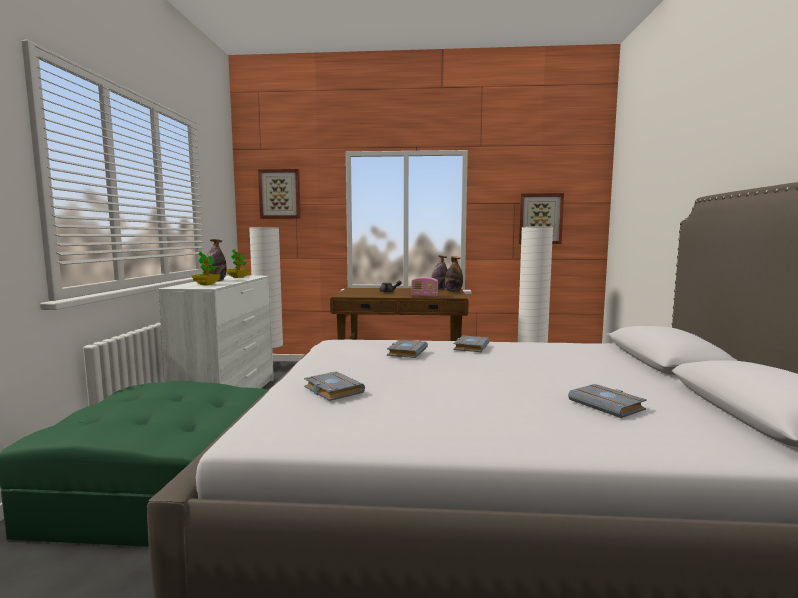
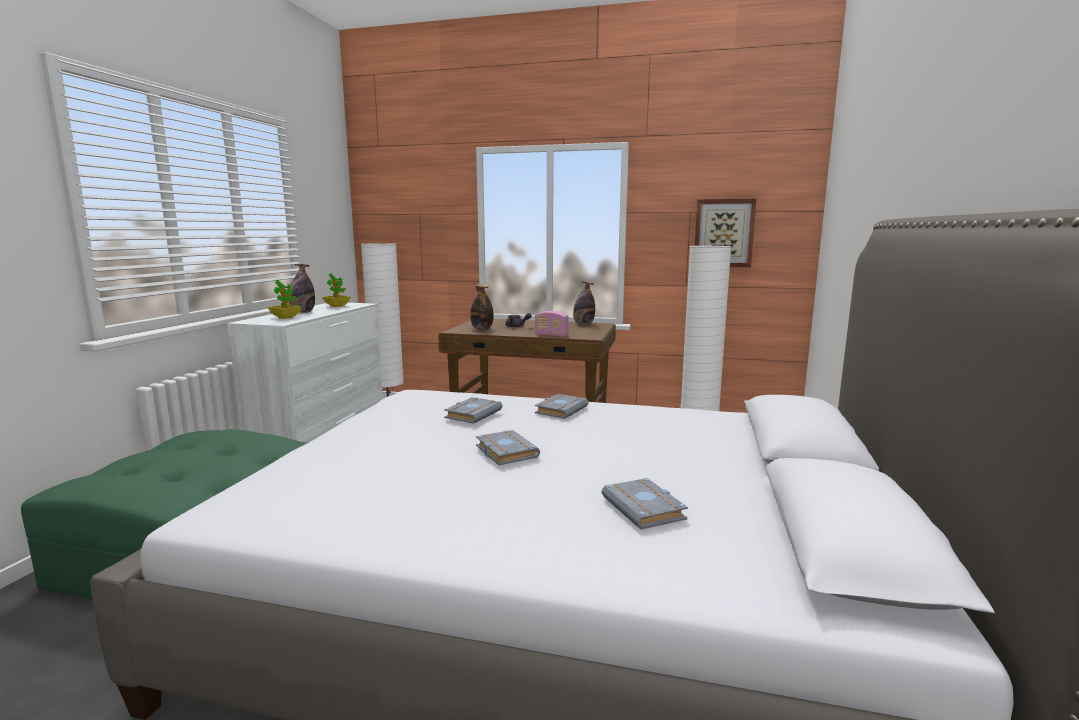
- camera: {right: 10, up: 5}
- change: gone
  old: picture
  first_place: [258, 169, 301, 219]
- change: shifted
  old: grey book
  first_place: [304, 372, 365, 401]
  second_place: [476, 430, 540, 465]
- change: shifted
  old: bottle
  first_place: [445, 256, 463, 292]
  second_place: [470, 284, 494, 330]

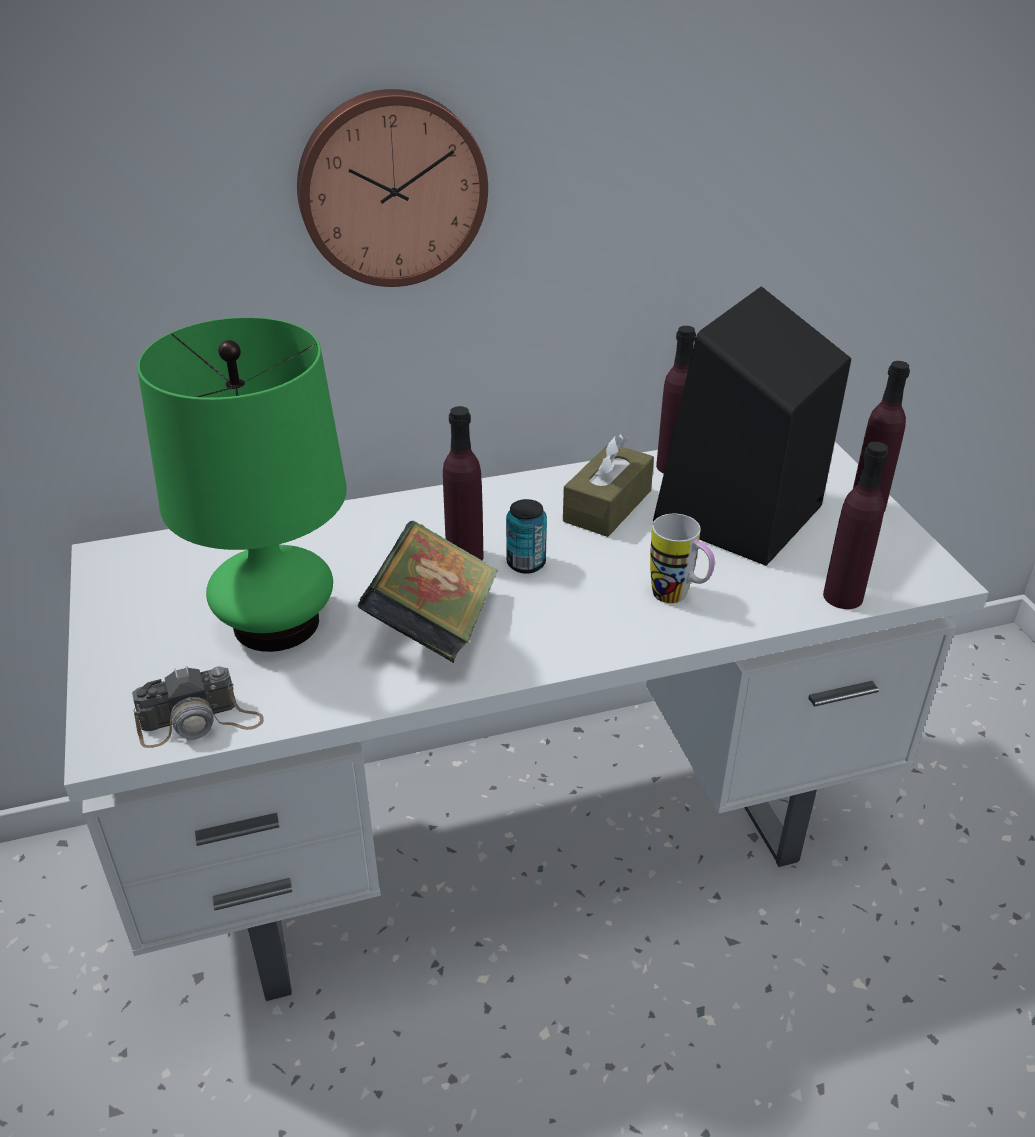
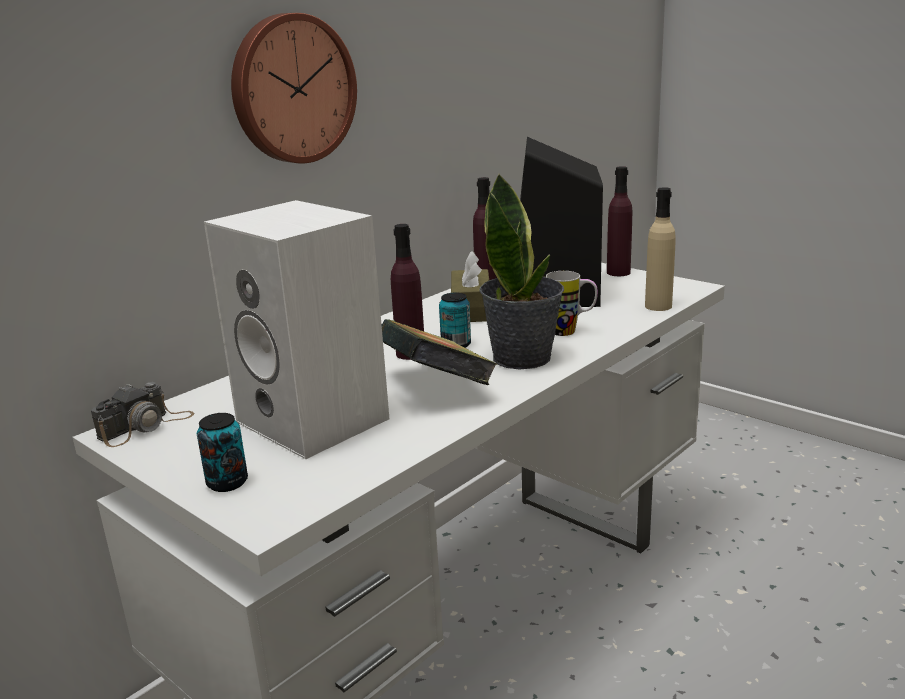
- camera: {right: -30, up: -15}
- change: shifted
  old: photo camera
  first_place: [132, 666, 264, 748]
  second_place: [91, 382, 194, 447]
- change: swapped
  old: green table lamp
  new: white speaker
  first_place: [137, 317, 347, 652]
  second_place: [204, 200, 389, 459]
- change: repainted
  old: purple bottle
  new: beige bottle
  first_place: [823, 442, 888, 609]
  second_place: [645, 187, 676, 311]
- change: new
  new: can
  second_place: [197, 413, 248, 492]
- change: new
  new: potted plant
  second_place: [479, 173, 564, 370]

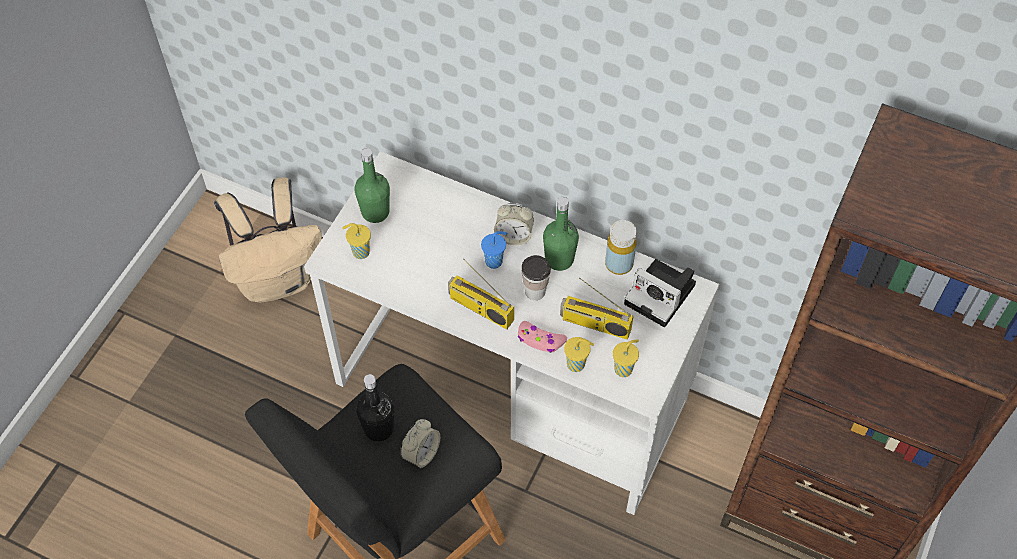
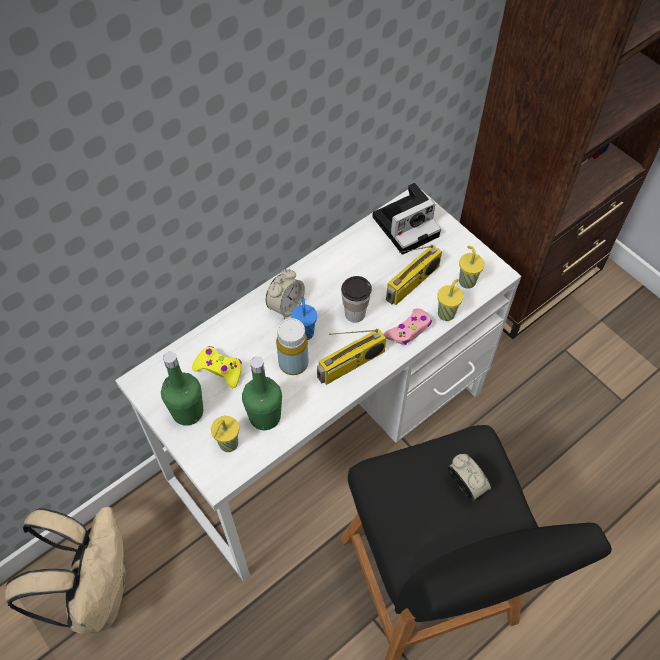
- camera: {right: -65, up: 0}
- change: gone
  old: black bottle
  first_place: [356, 374, 394, 441]
- change: shifted
  old: green bottle
  first_place: [543, 197, 579, 271]
  second_place: [242, 357, 282, 430]
- change: shifted
  old: yellow bottle
  first_place: [605, 220, 637, 275]
  second_place: [276, 318, 309, 375]
- change: new
  new: yellow game controller
  second_place: [192, 346, 242, 388]

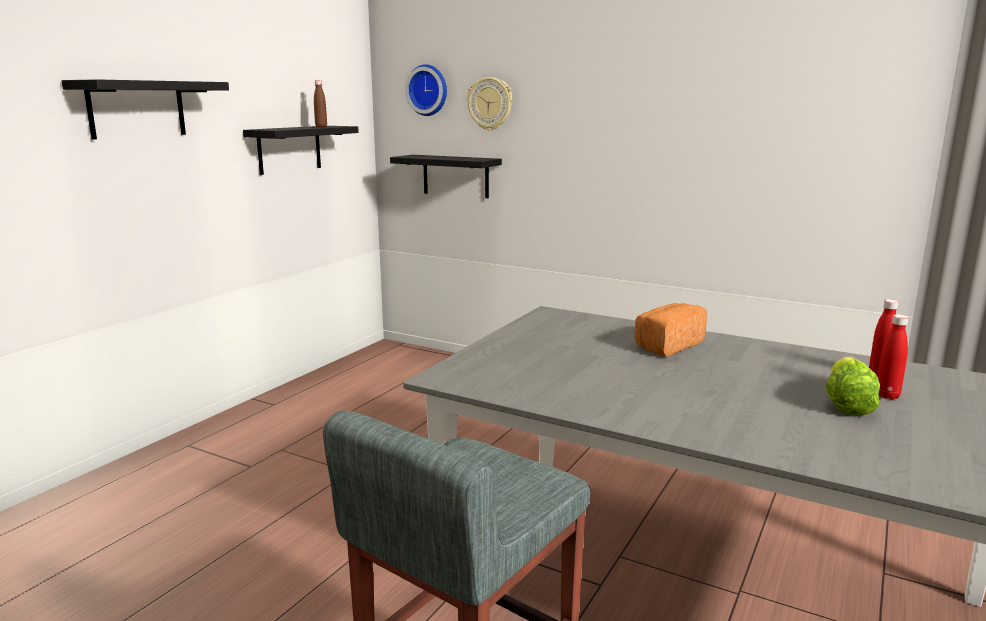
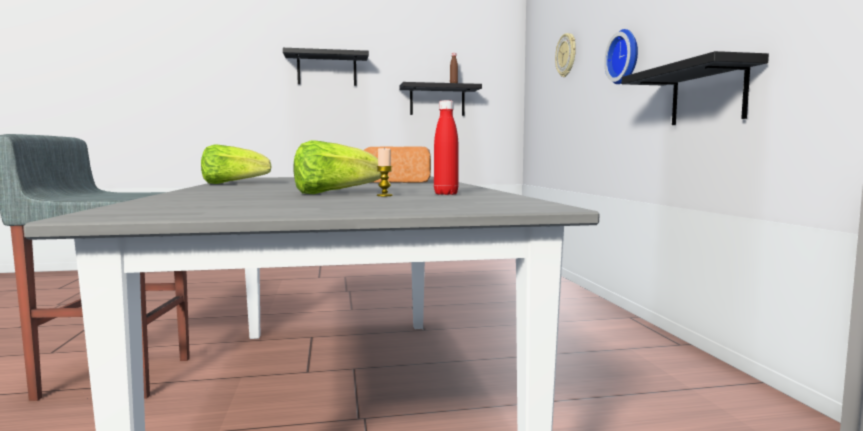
- camera: {right: 50, up: -10}
- change: shifted
  old: black shelf
  first_place: [390, 155, 502, 198]
  second_place: [622, 51, 769, 125]
- change: shifted
  old: wall clock
  first_place: [405, 64, 447, 116]
  second_place: [604, 29, 638, 84]
- change: swapped
  old: red bottle
  new: candle
  first_place: [878, 314, 908, 399]
  second_place: [376, 148, 393, 196]
- change: new
  new: lettuce
  second_place: [201, 144, 272, 184]

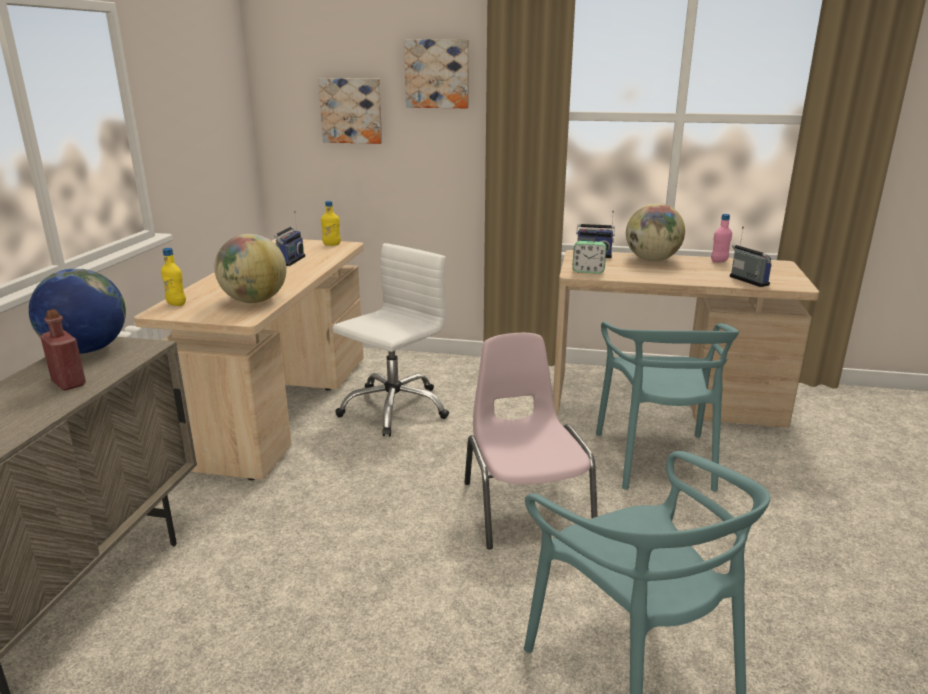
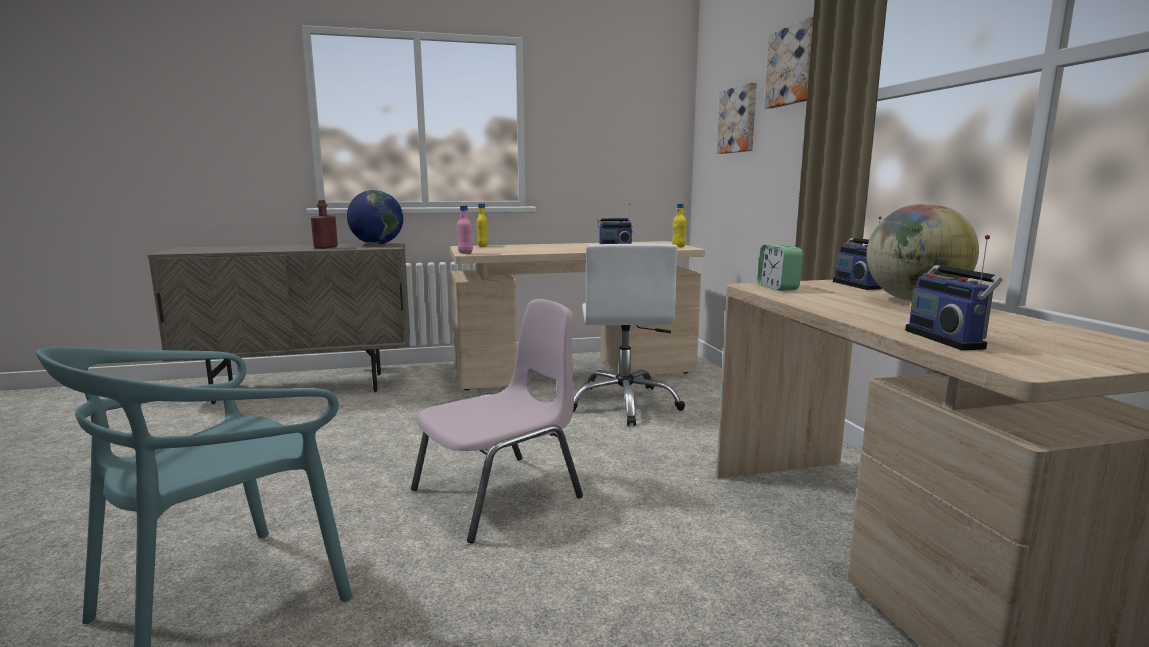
- camera: {right: 65, up: -10}
- change: gone
  old: globe
  first_place: [214, 234, 286, 303]
- change: rotated
  old: white office chair
  first_place: [332, 243, 449, 436]
  second_place: [573, 244, 685, 426]
  degrees: 75
- change: gone
  old: turquoise chair
  first_place: [596, 322, 739, 492]
- change: shifted
  old: pink bottle
  first_place: [711, 214, 732, 263]
  second_place: [457, 205, 473, 254]
- change: rotated
  old: radio
  first_place: [730, 227, 771, 287]
  second_place: [905, 235, 1003, 350]
  degrees: 135

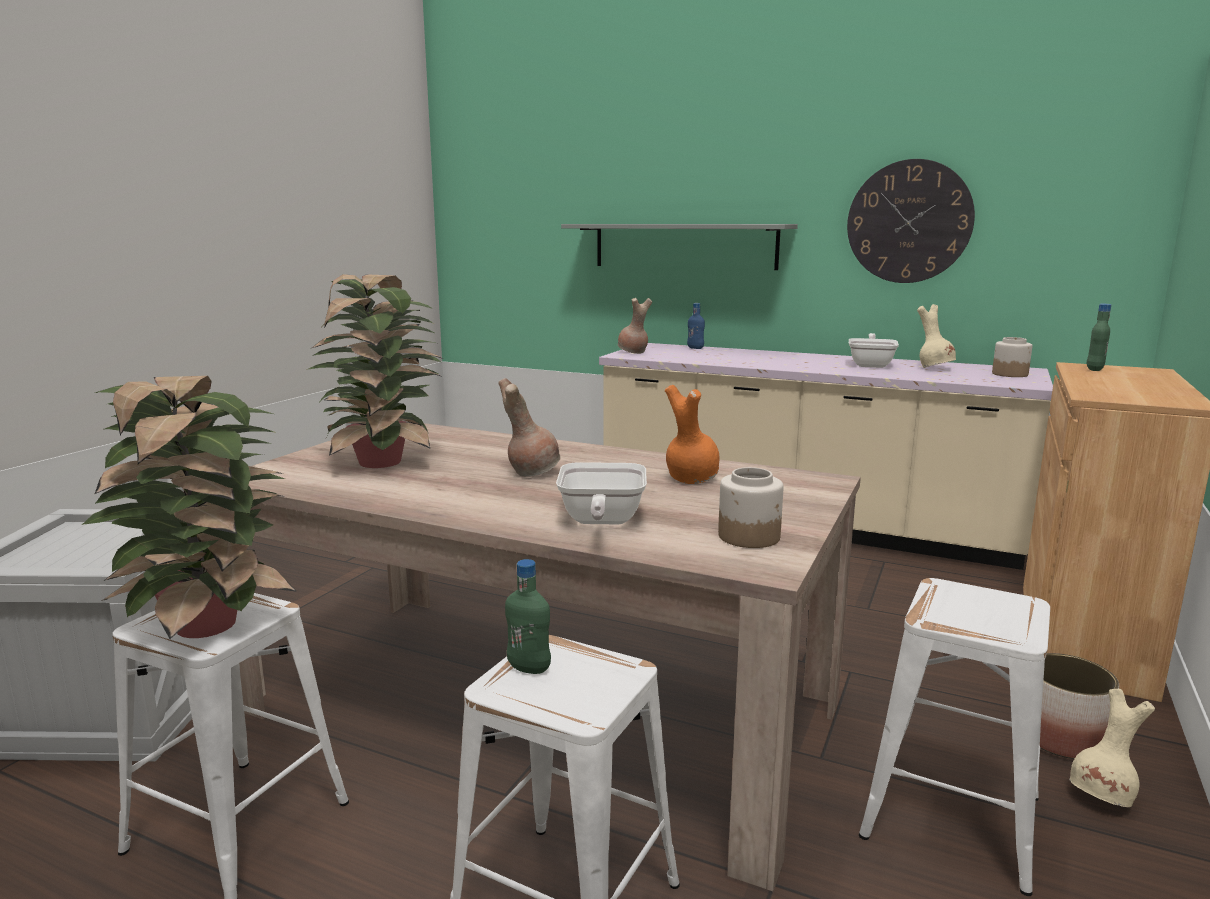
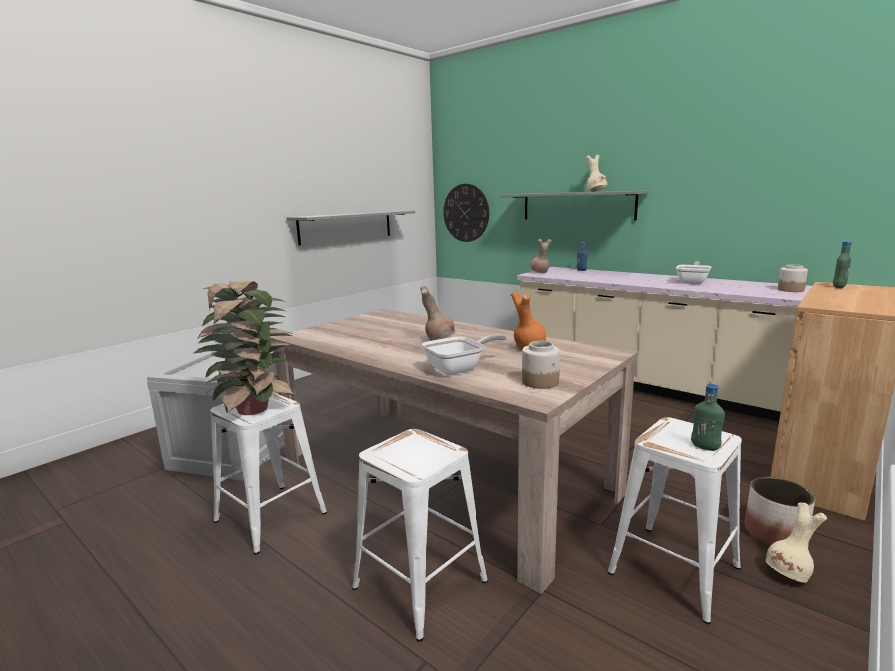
- camera: {right: 15, up: 0}
- change: gone
  old: potted plant
  first_place: [306, 274, 444, 468]
- change: shifted
  old: green bottle
  first_place: [505, 559, 551, 674]
  second_place: [691, 384, 725, 451]
- change: rotated
  old: frying pan
  first_place: [556, 462, 647, 524]
  second_place: [422, 334, 506, 375]
  degrees: -135
- change: shifted
  old: wall clock
  first_place: [847, 159, 975, 283]
  second_place: [443, 184, 489, 242]
- change: shifted
  old: beige vase
  first_place: [917, 304, 956, 368]
  second_place: [586, 155, 608, 192]
- change: new
  new: grey shelf
  second_place: [287, 211, 415, 245]

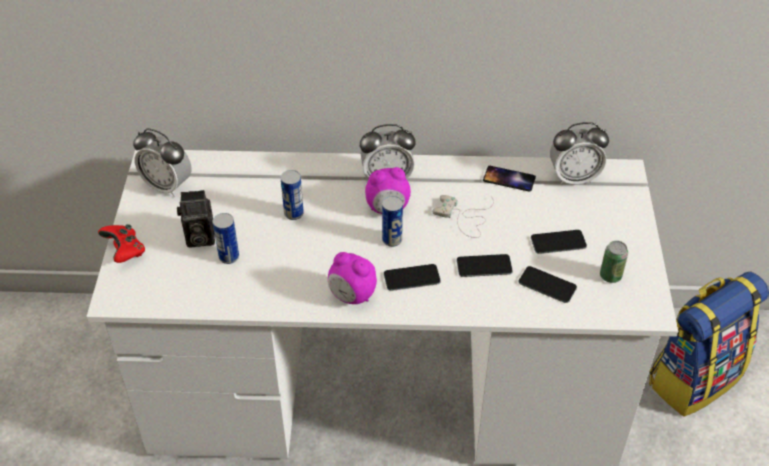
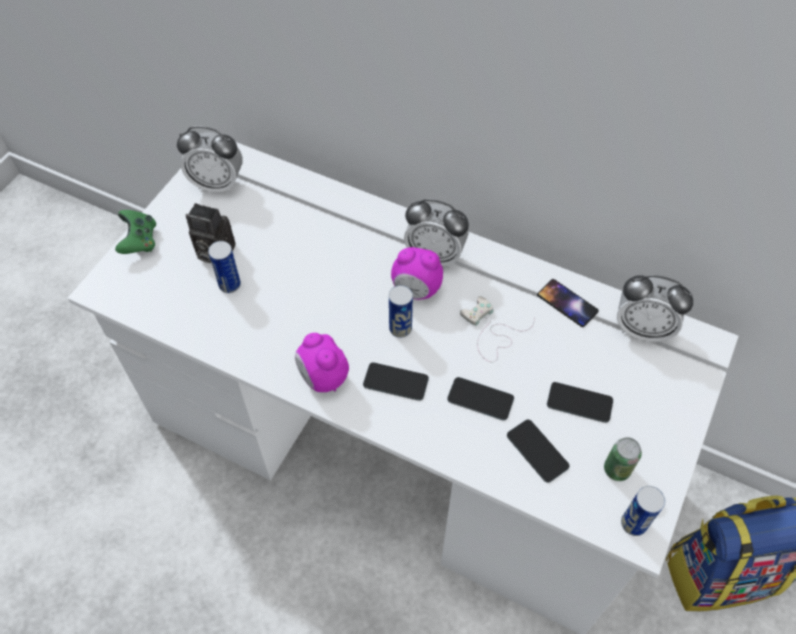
- camera: {right: 25, up: 10}
- change: repainted
  old: red game controller
  new: green game controller
  first_place: [98, 224, 145, 263]
  second_place: [115, 210, 156, 254]
- change: rotated
  old: alarm clock
  first_place: [133, 128, 192, 197]
  second_place: [177, 126, 243, 193]
  degrees: -45
- change: shifted
  old: can
  first_place: [280, 170, 304, 220]
  second_place: [621, 486, 665, 536]

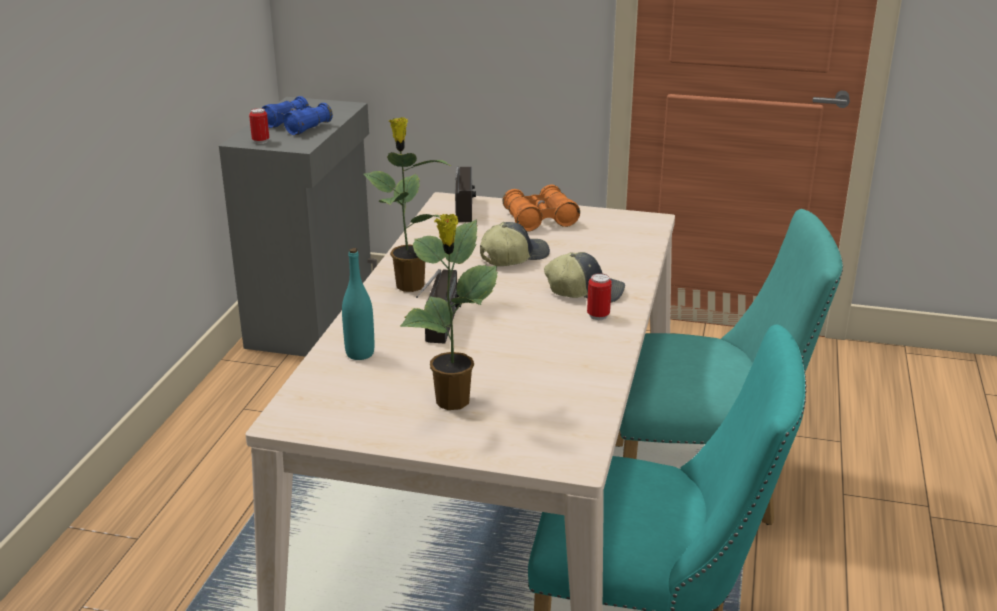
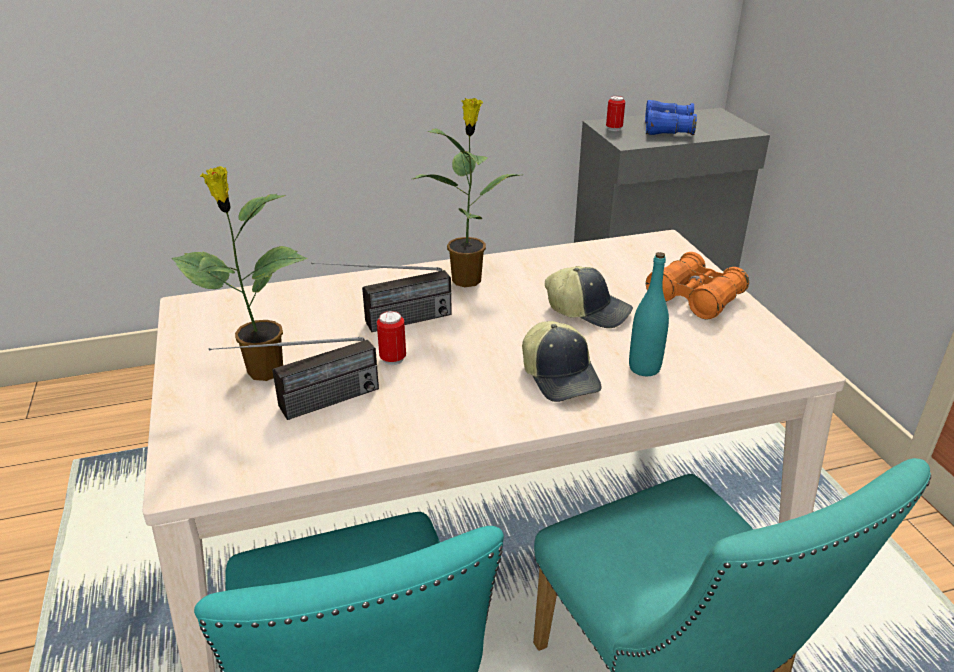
- camera: {right: 60, up: 5}
- change: shifted
  old: turquoise bottle
  first_place: [342, 248, 374, 360]
  second_place: [629, 252, 669, 376]
- change: shifted
  old: radio
  first_place: [455, 166, 476, 222]
  second_place: [209, 337, 379, 420]
- change: shifted
  old: can
  first_place: [587, 273, 612, 320]
  second_place: [377, 311, 406, 365]

